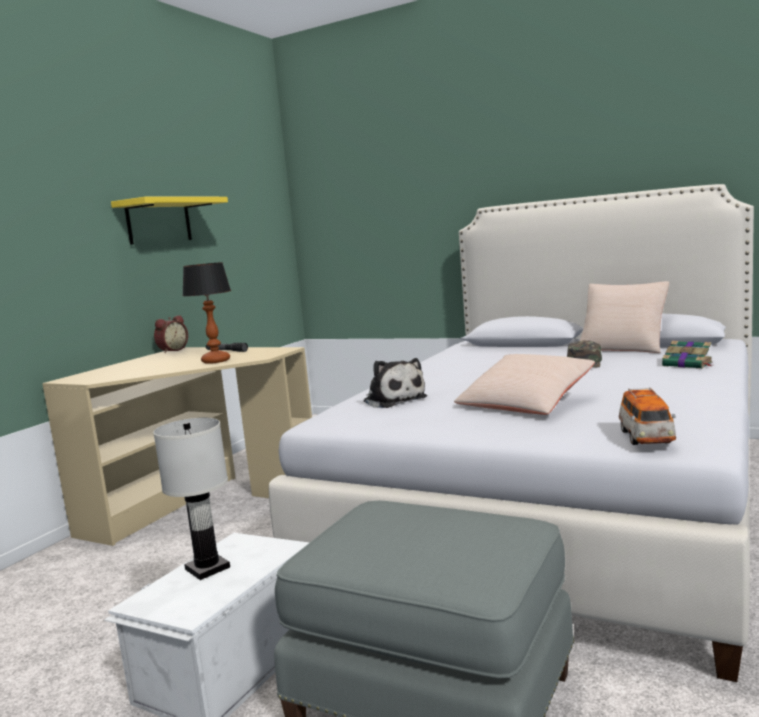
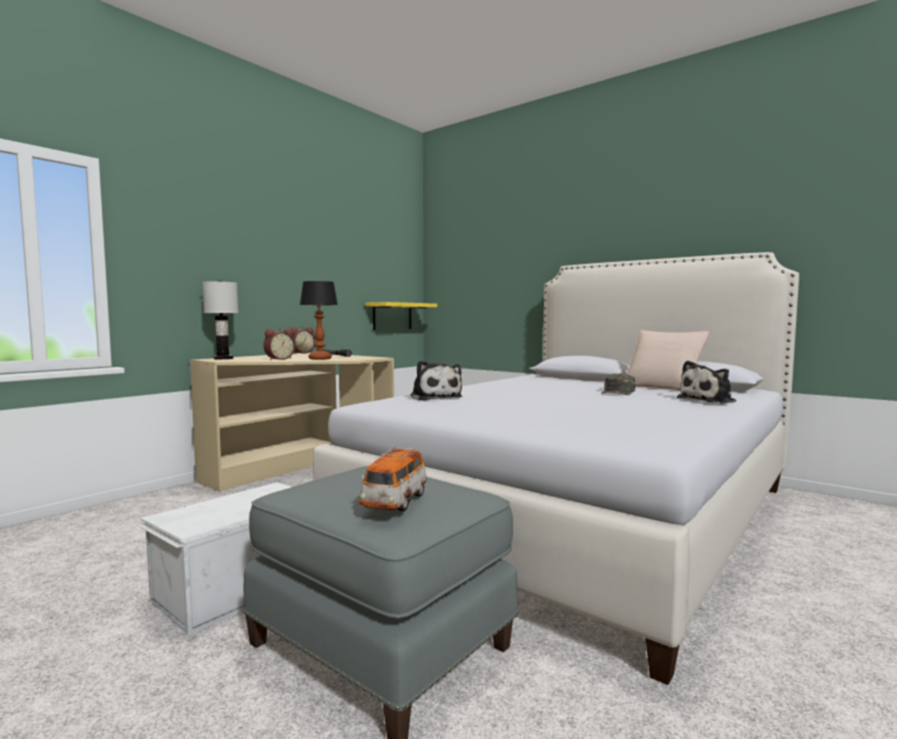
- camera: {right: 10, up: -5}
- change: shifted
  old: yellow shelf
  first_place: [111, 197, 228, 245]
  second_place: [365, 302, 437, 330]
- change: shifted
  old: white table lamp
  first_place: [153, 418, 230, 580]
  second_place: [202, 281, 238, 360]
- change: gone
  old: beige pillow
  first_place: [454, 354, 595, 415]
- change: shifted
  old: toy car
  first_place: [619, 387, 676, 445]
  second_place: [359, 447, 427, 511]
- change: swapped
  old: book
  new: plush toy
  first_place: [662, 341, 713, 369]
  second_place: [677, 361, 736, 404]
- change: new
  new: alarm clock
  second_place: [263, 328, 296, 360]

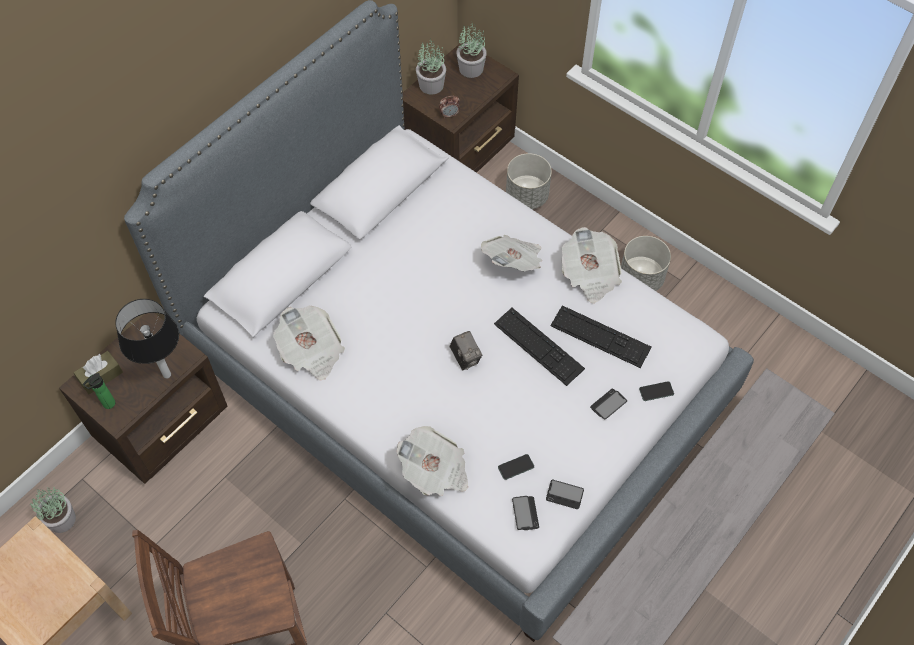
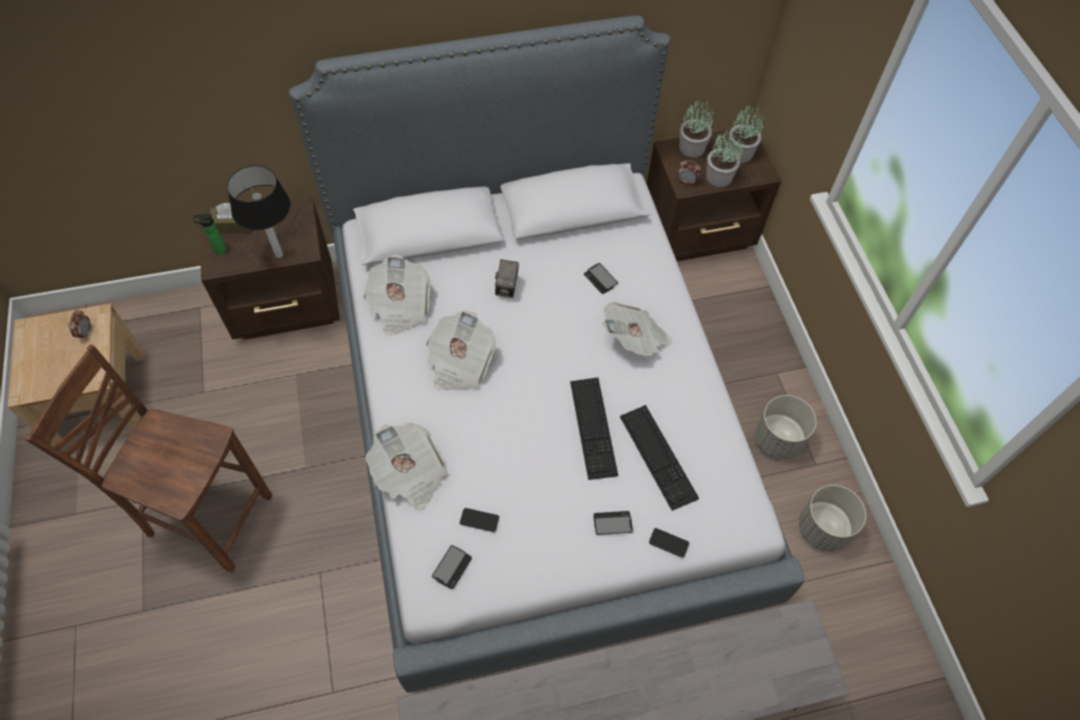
- camera: {right: 35, up: 0}
- change: shifted
  old: potted plant
  first_place: [30, 487, 76, 533]
  second_place: [706, 129, 743, 187]
- change: shifted
  old: photo camera
  first_place: [450, 331, 482, 370]
  second_place: [495, 259, 519, 298]
- change: shifted
  old: grey planter
  first_place: [506, 153, 552, 209]
  second_place: [799, 485, 866, 552]
- change: shifted
  old: phone
  first_place: [546, 480, 584, 509]
  second_place: [584, 263, 618, 294]
- change: shifted
  old: newspaper
  first_place: [562, 227, 622, 304]
  second_place: [426, 311, 496, 391]
- change: new
  new: alarm clock
  second_place: [68, 309, 91, 340]

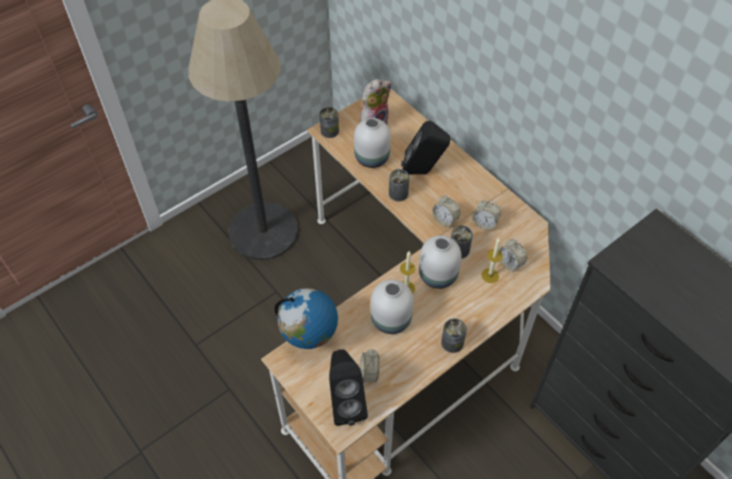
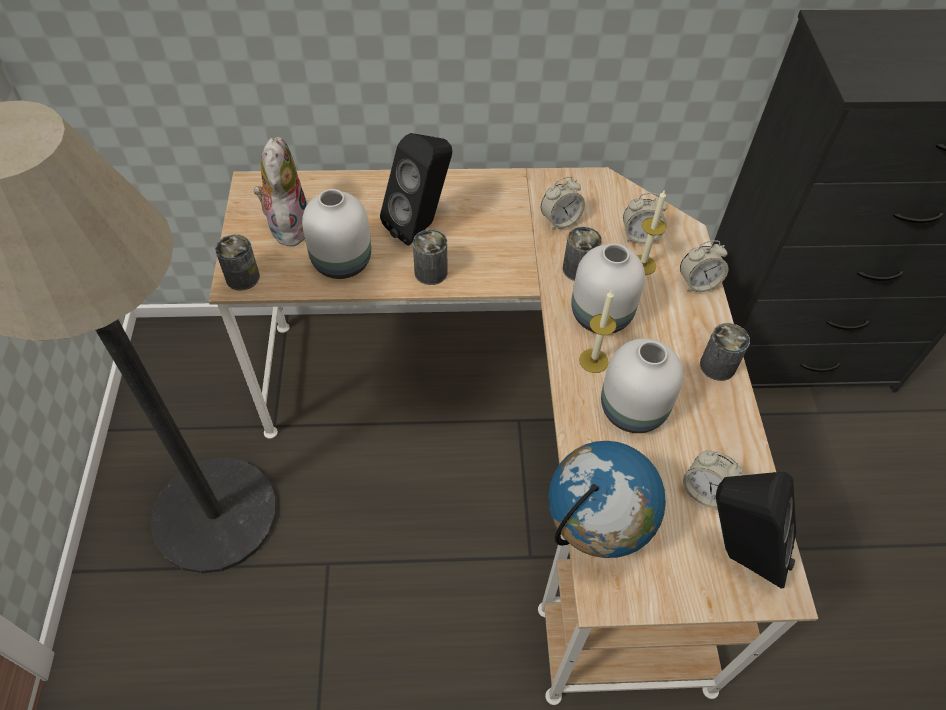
- camera: {right: -55, up: 0}
- change: shifted
  old: alarm clock
  first_place: [432, 195, 460, 228]
  second_place: [680, 240, 729, 292]

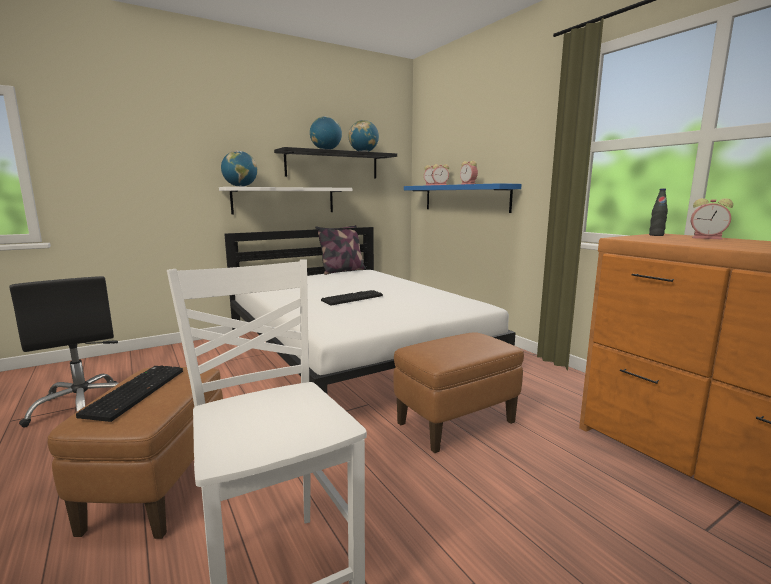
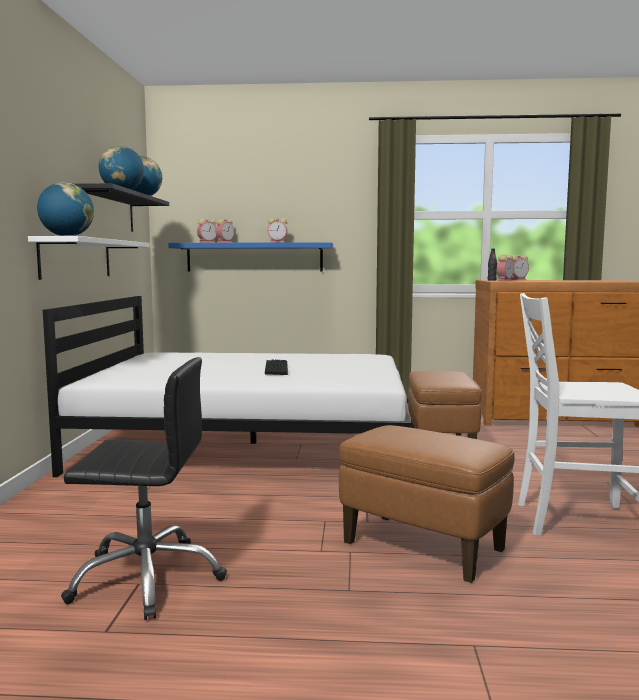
- camera: {right: -55, up: -5}
- change: gone
  old: keyboard
  first_place: [76, 366, 183, 422]
- change: gone
  old: pillow
  first_place: [315, 225, 366, 275]
- change: new
  new: alarm clock
  second_place: [497, 254, 514, 281]

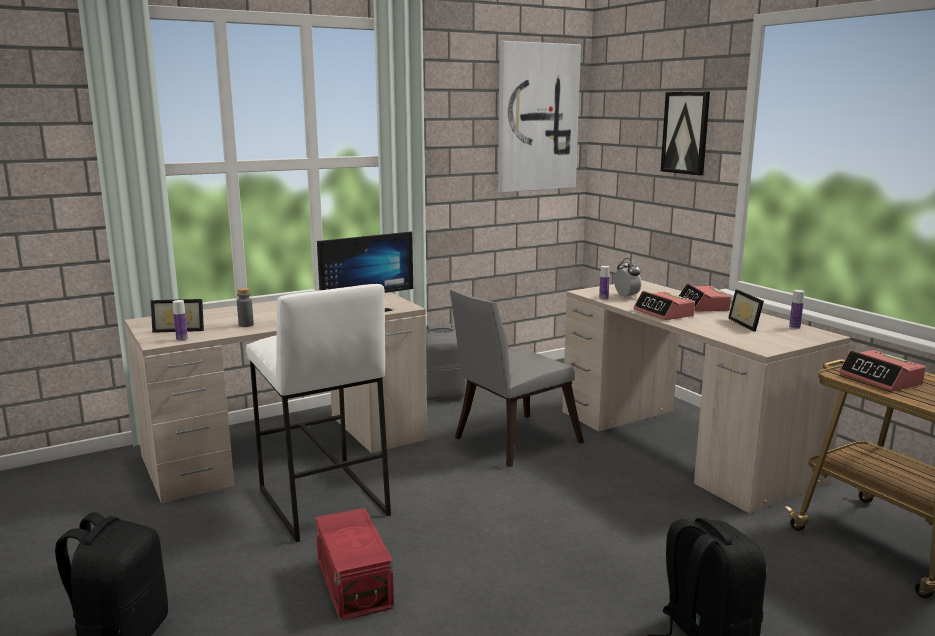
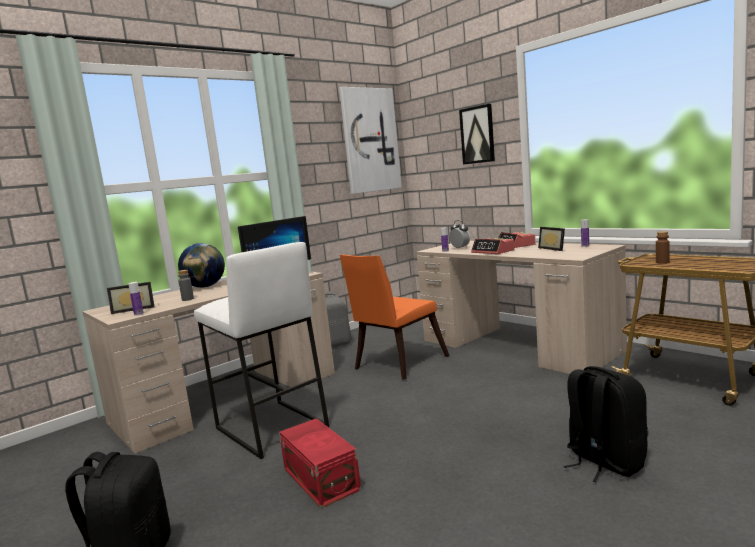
- camera: {right: -10, up: -5}
- change: repainted
  old: grey chair
  new: orange chair
  first_place: [450, 289, 584, 467]
  second_place: [340, 255, 449, 380]
- change: swapped
  old: alarm clock
  new: brown bottle
  first_place: [839, 350, 926, 392]
  second_place: [656, 231, 670, 264]
- change: new
  new: globe
  second_place: [178, 243, 225, 288]

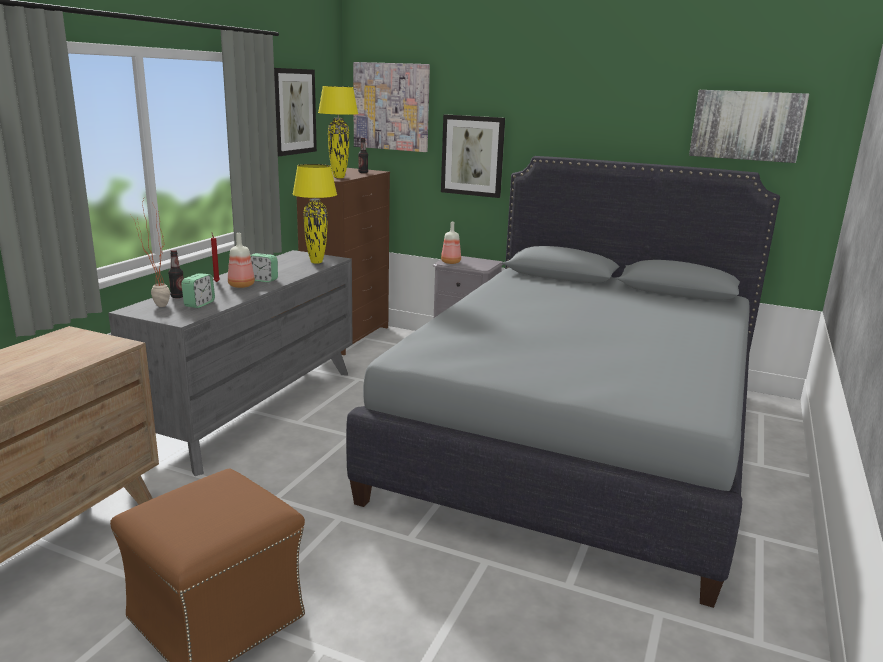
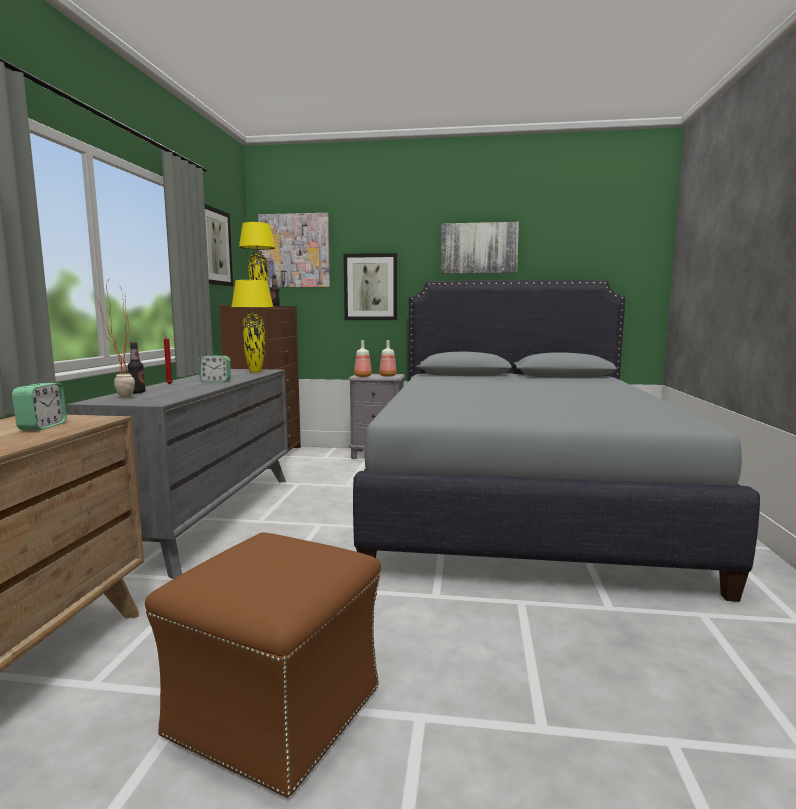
- camera: {right: -15, up: -10}
- change: shifted
  old: alarm clock
  first_place: [181, 273, 215, 308]
  second_place: [12, 383, 67, 430]
- change: shifted
  old: bottle
  first_place: [228, 233, 255, 288]
  second_place: [379, 340, 397, 377]
- change: shifted
  old: picture
  first_place: [689, 90, 809, 163]
  second_place: [441, 222, 519, 274]

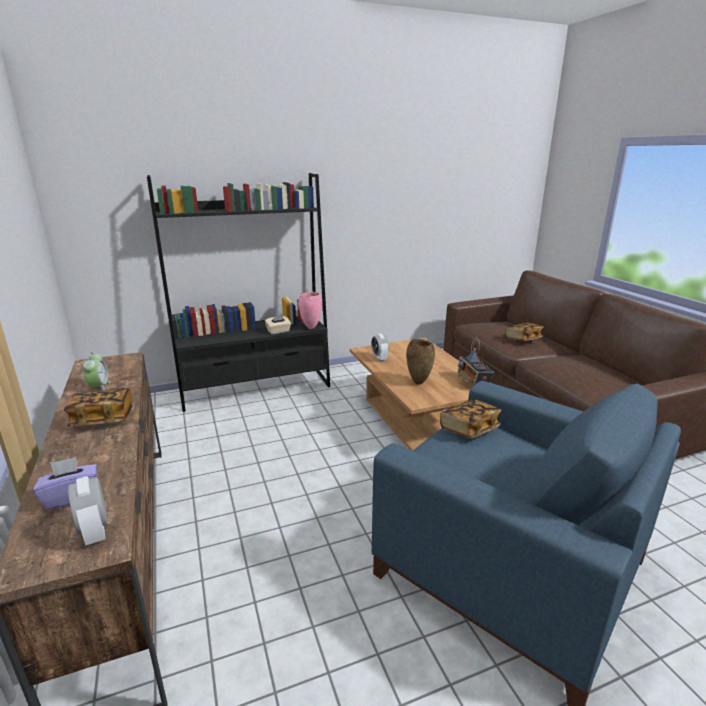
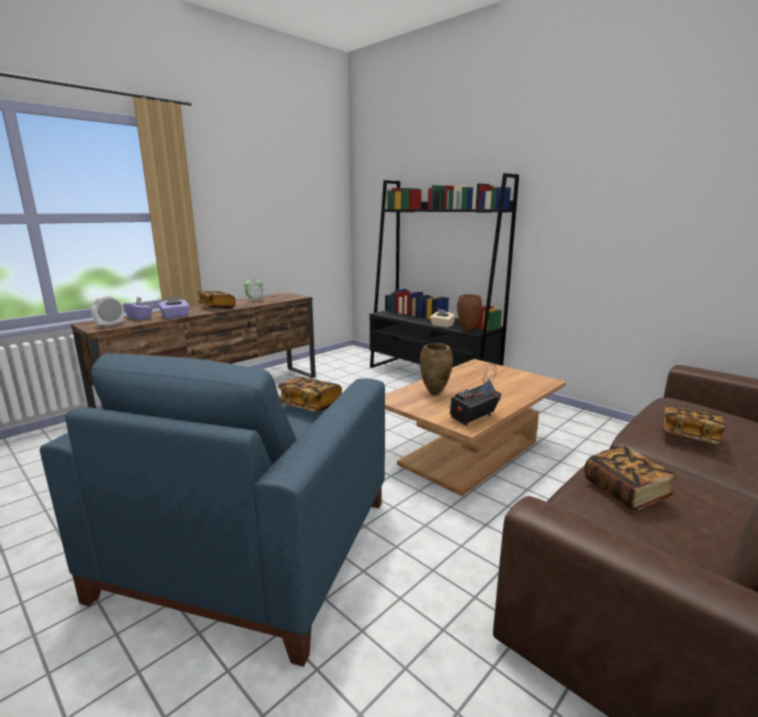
- camera: {right: 65, up: -5}
- change: repainted
  old: pink vase
  new: brown vase
  first_place: [298, 292, 322, 329]
  second_place: [457, 294, 482, 332]
- change: gone
  old: alarm clock
  first_place: [371, 334, 389, 362]
- change: new
  new: purple tissue box
  second_place: [158, 296, 189, 318]
- change: new
  new: book
  second_place: [585, 446, 677, 511]

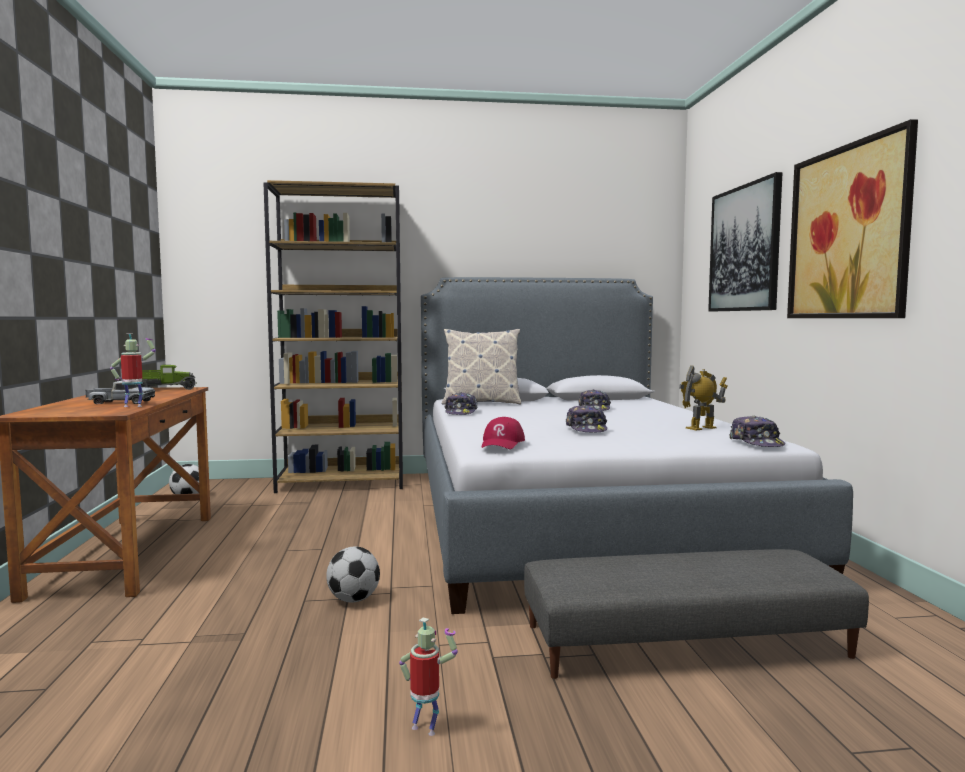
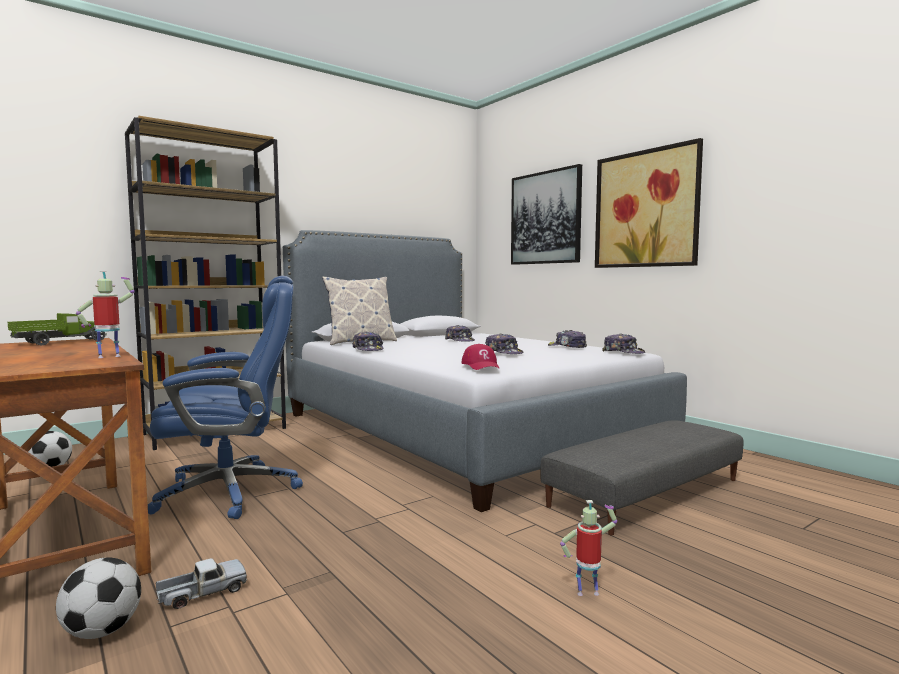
- camera: {right: -30, up: 0}
- change: shifted
  old: toy truck
  first_place: [85, 381, 155, 404]
  second_place: [156, 558, 247, 609]
- change: shifted
  old: football
  first_place: [326, 546, 380, 603]
  second_place: [56, 557, 141, 639]
- change: swapped
  old: toy robot
  new: cap
  first_place: [679, 365, 727, 430]
  second_place: [548, 330, 587, 348]
- change: new
  new: blue office chair
  second_place: [148, 276, 303, 519]

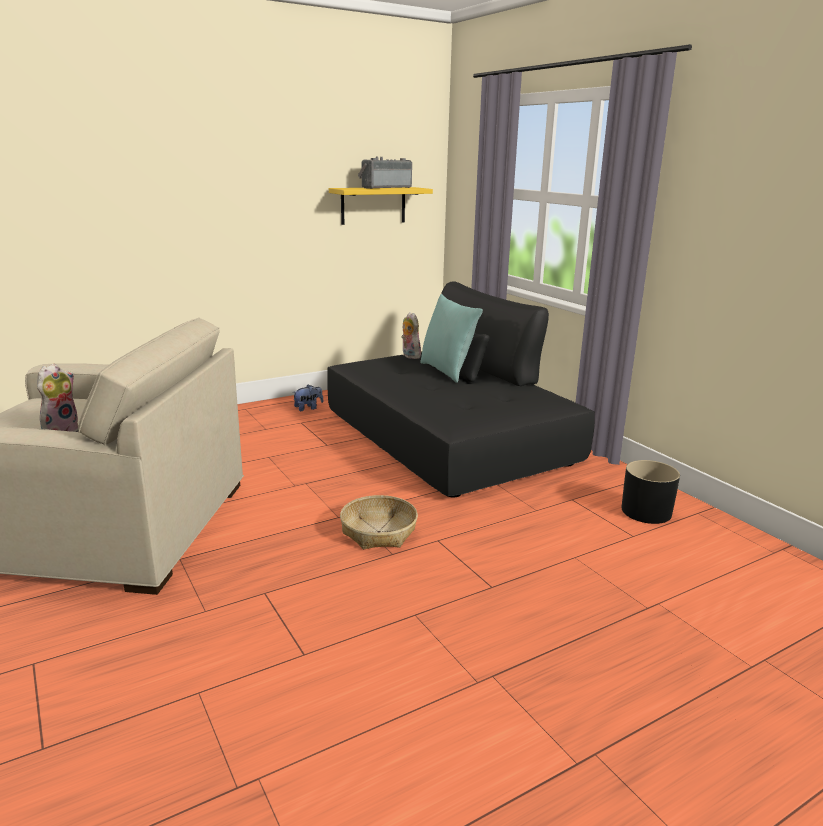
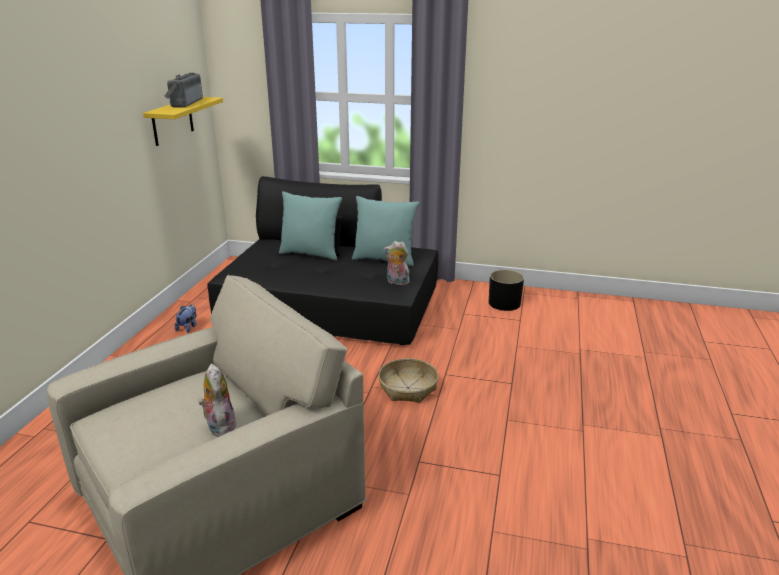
- camera: {right: -45, up: 5}
- change: shifted
  old: plush toy
  first_place: [401, 312, 421, 359]
  second_place: [383, 241, 410, 285]
- change: new
  new: turquoise pillow
  second_place: [352, 196, 419, 266]

